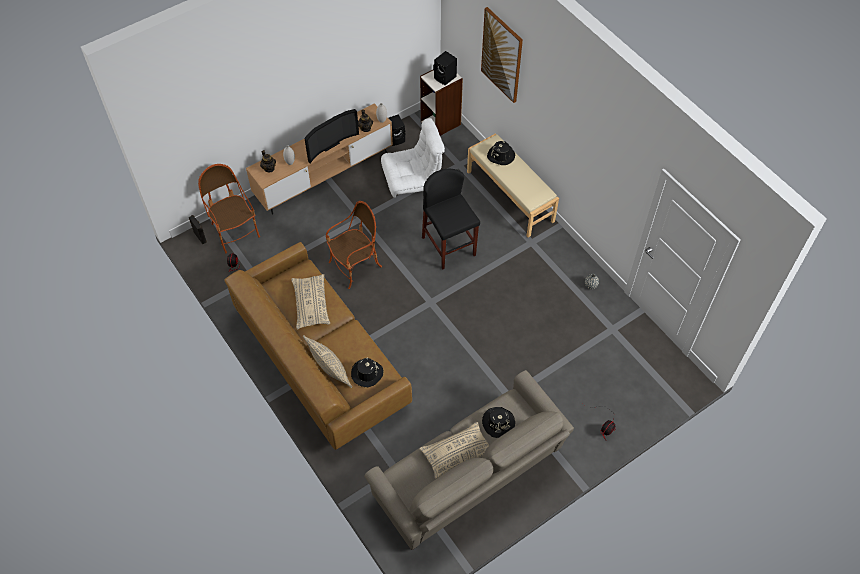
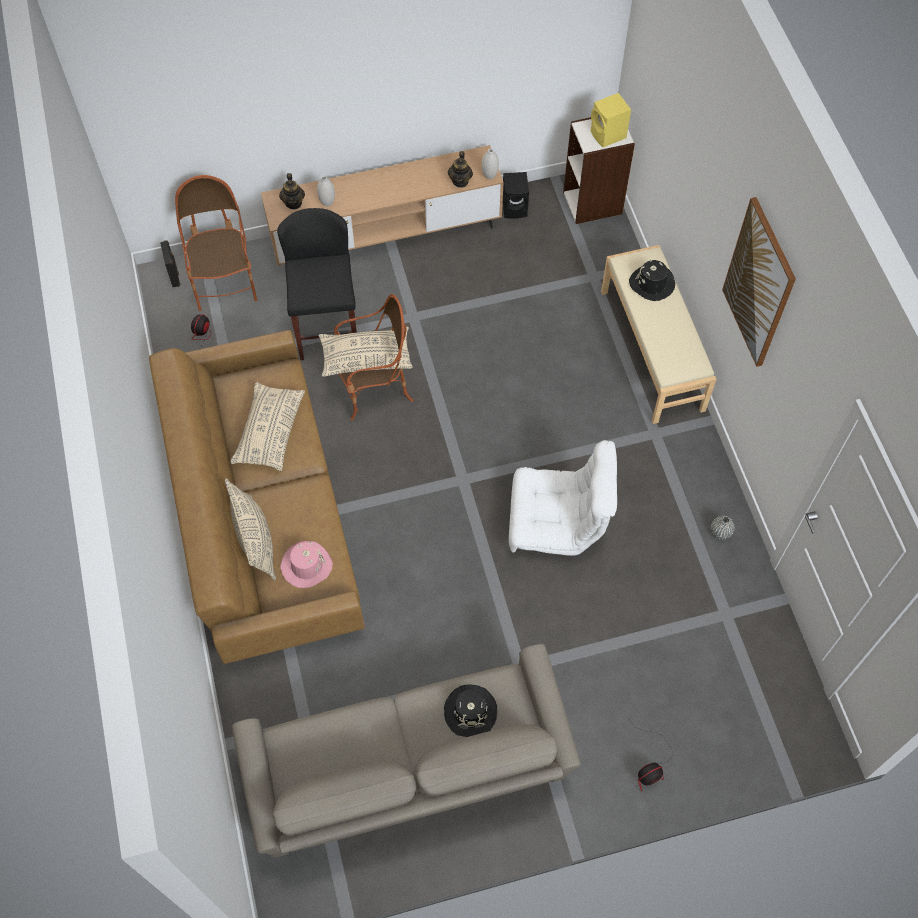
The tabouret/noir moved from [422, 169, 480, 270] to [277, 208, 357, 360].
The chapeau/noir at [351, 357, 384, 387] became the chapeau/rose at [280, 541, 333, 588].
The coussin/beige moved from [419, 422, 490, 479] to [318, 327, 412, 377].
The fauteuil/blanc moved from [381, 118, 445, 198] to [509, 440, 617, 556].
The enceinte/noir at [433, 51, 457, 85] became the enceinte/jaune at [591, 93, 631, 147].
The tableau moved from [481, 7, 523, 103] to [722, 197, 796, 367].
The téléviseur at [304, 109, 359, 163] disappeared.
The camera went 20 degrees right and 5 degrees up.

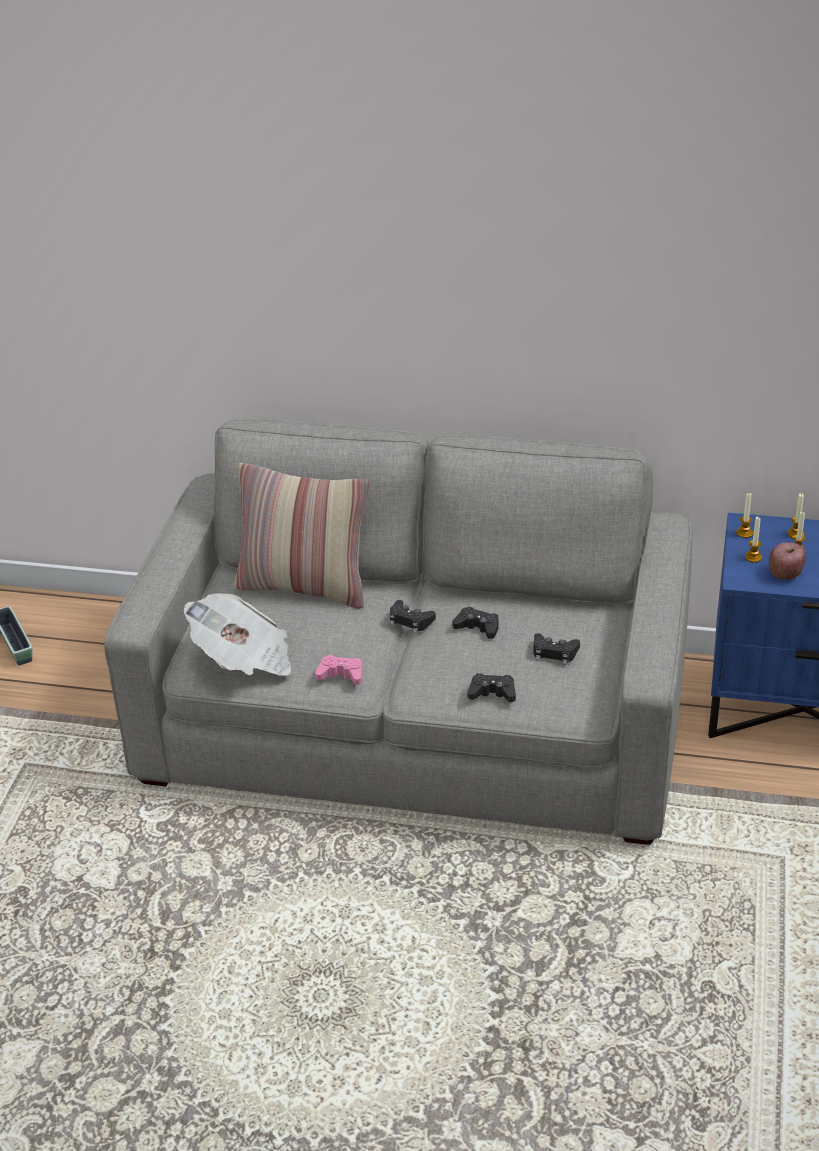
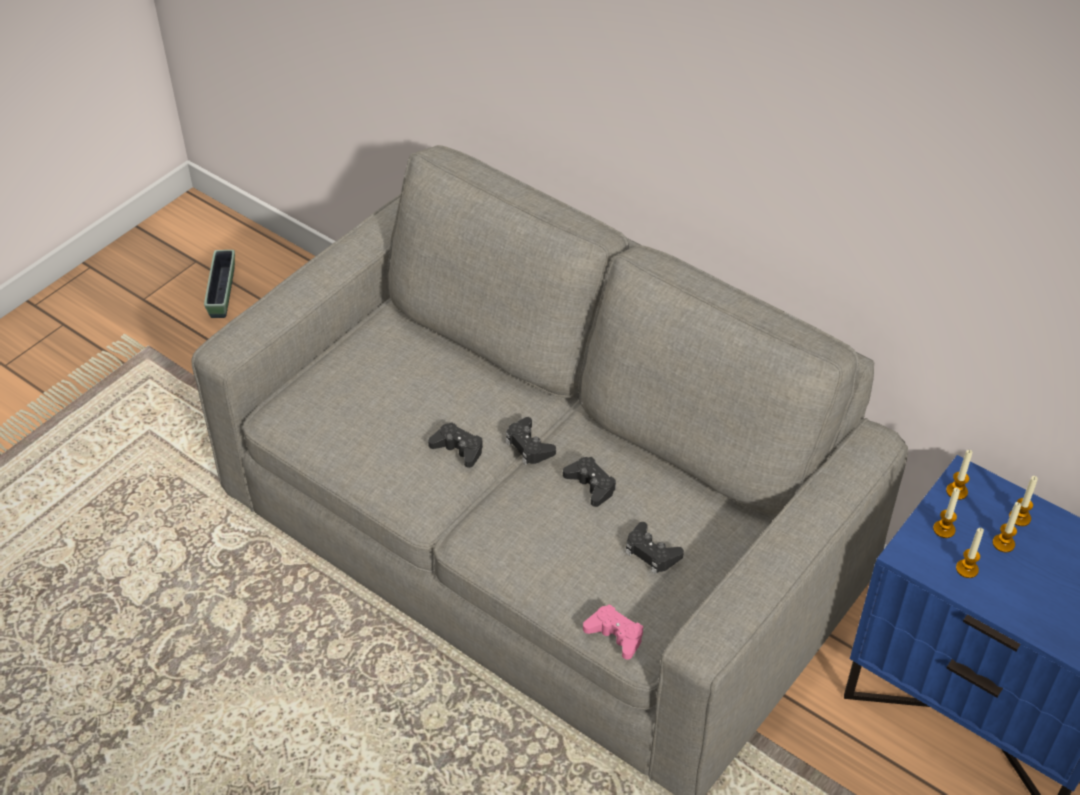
The manette/noir moved from [468, 673, 516, 702] to [428, 422, 483, 468].
The manette/rose moved from [315, 655, 363, 685] to [583, 604, 643, 660].
The pomme at [769, 542, 806, 580] was replaced by the bougie at [956, 528, 984, 578].
The journal at [184, 593, 291, 676] disappeared.
The coussin at [234, 463, 370, 608] disappeared.
The camera went 25 degrees right and 10 degrees up.

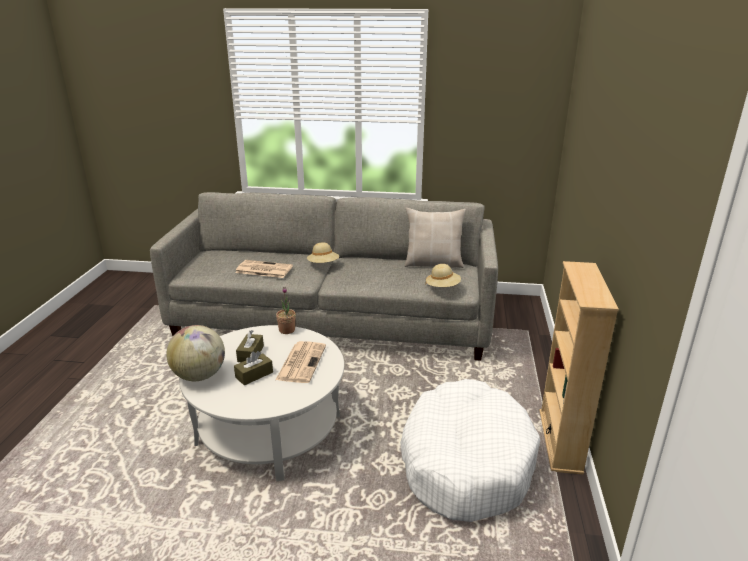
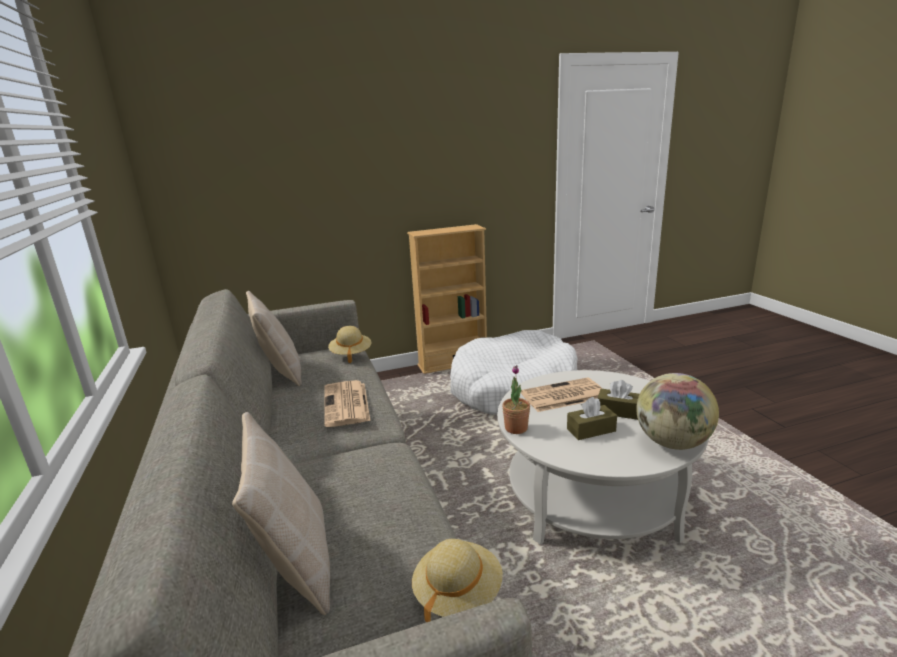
The coussin/beige at [232, 412, 330, 615] appeared.
The journal moved from [235, 260, 293, 278] to [324, 380, 370, 427].
The chapeau/beige moved from [307, 242, 339, 263] to [412, 539, 503, 622].
The camera went 115 degrees left and 5 degrees down.

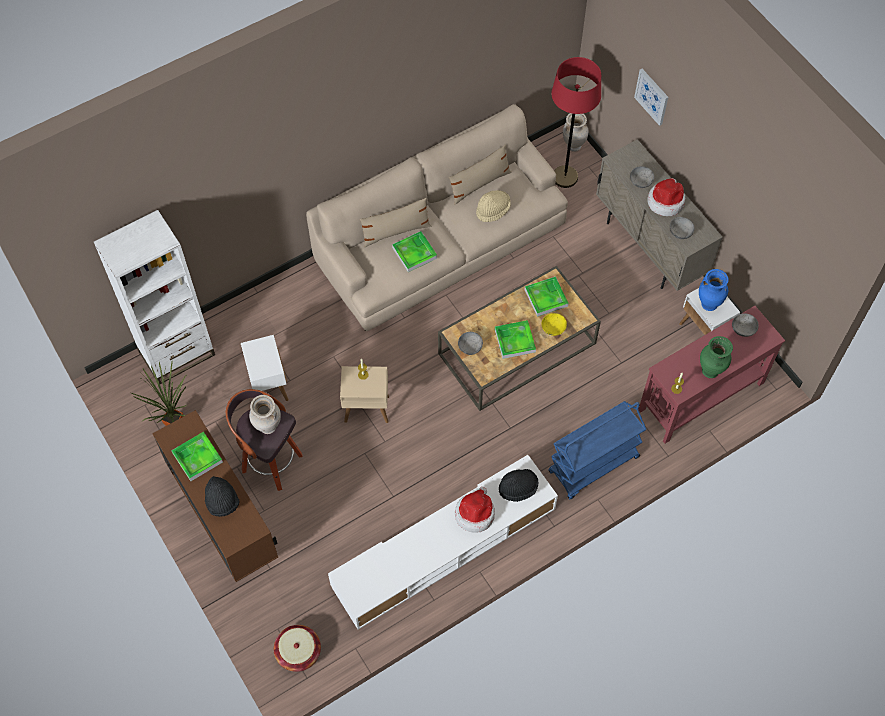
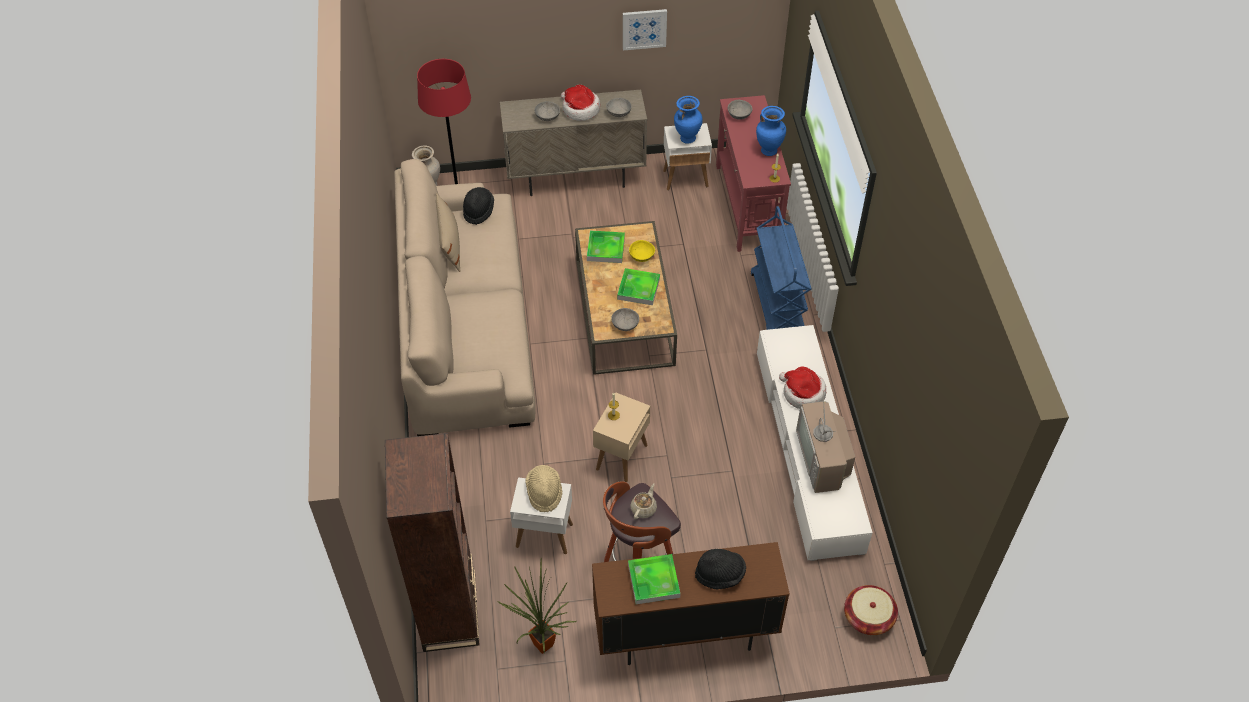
The bibliothèque/blanc at [94, 210, 215, 384] became the bibliothèque/marron at [385, 433, 479, 652].
The chapeau/noir moved from [499, 469, 539, 502] to [463, 187, 494, 225].
The chapeau/beige moved from [476, 190, 511, 222] to [525, 465, 563, 512].
The tableau moved from [634, 69, 668, 126] to [623, 9, 667, 50].
The vase/beige at [249, 395, 281, 434] was replaced by the théière/beige at [630, 484, 657, 519].
The vase/vert at [700, 336, 733, 378] became the vase/bleu at [756, 106, 786, 156].
The téléviseur at [796, 393, 855, 493] appeared.
The coussin/beige at [360, 198, 431, 247] disappeared.
The plateau at [392, 231, 437, 272] disappeared.
The camera went 65 degrees left and 10 degrees down.

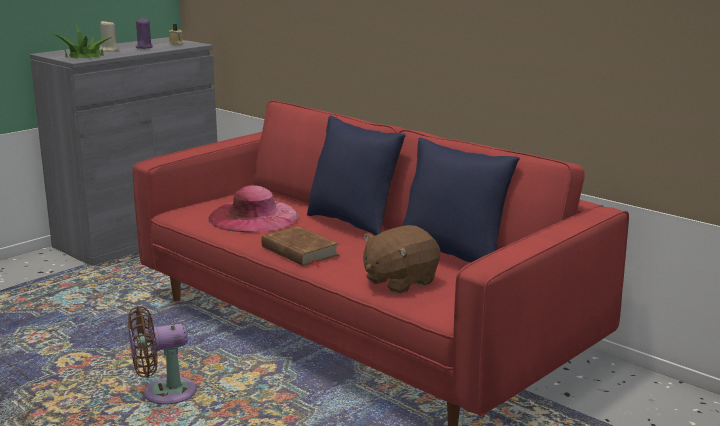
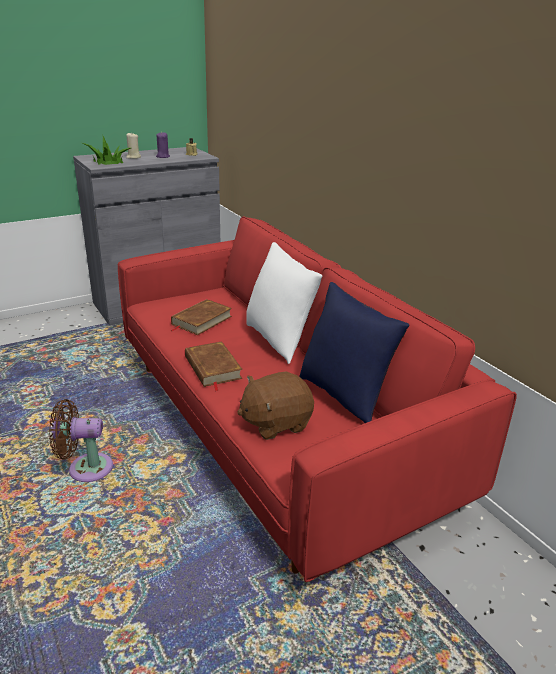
The chapeau/rose at [209, 185, 298, 232] was replaced by the livre/marron at [170, 299, 232, 335].
The coussin/bleu at [307, 116, 406, 236] became the coussin/blanc at [246, 242, 322, 364].
The camera went 15 degrees right and 10 degrees up.

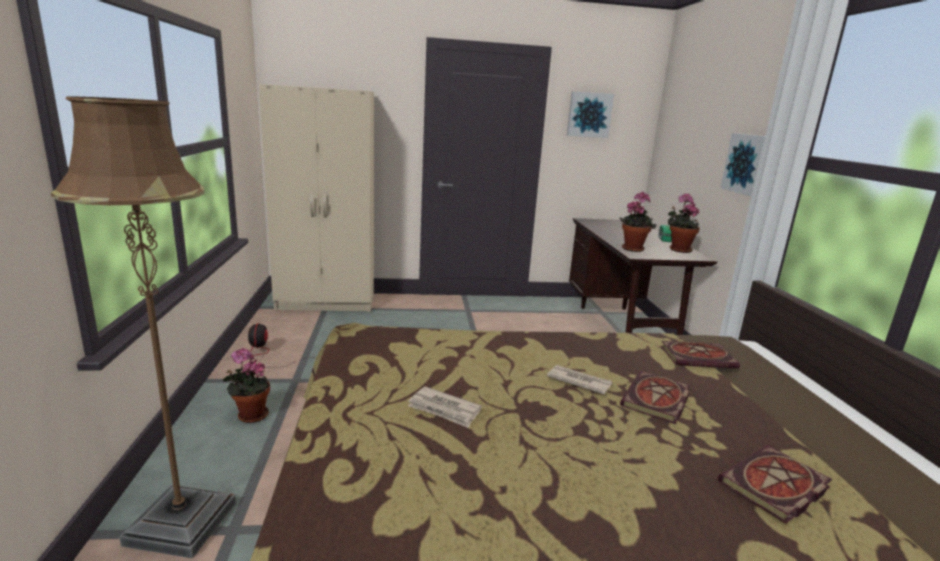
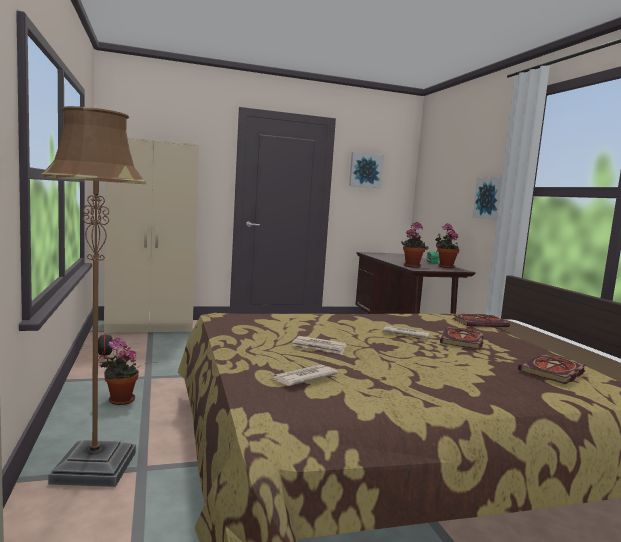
The journal at [271, 364, 338, 386] appeared.
The camera went 10 degrees left and 10 degrees down.

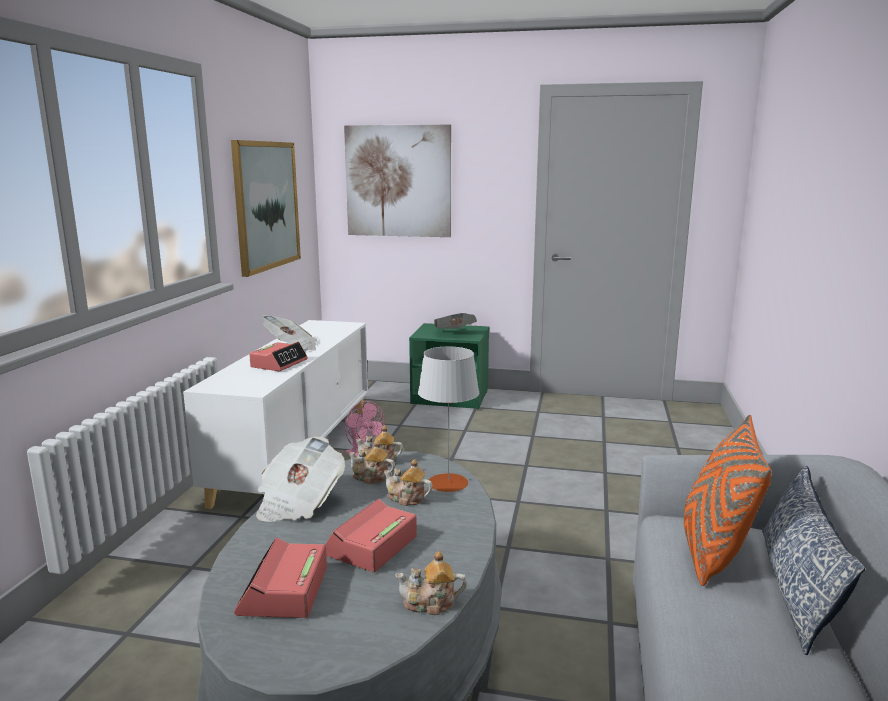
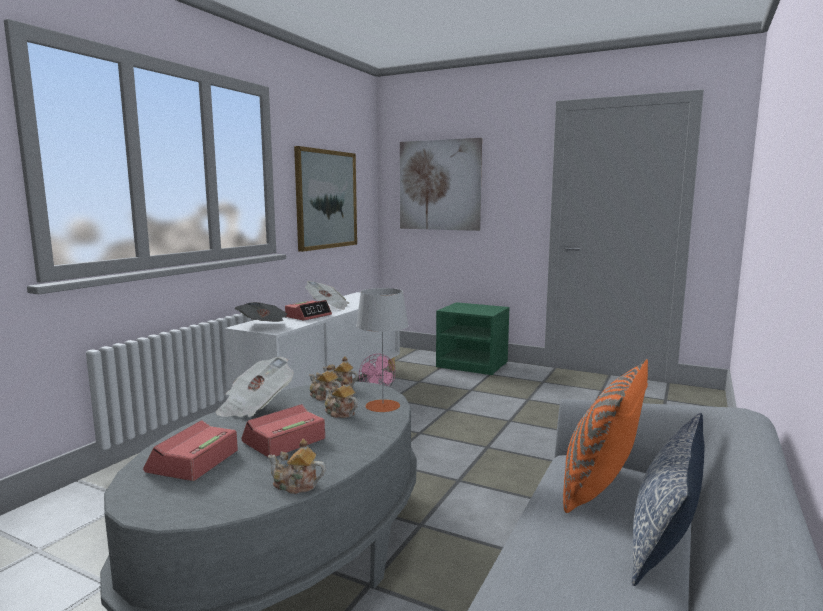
The journal moved from [434, 313, 477, 329] to [235, 302, 288, 322].
The camera went 15 degrees right and 5 degrees down.

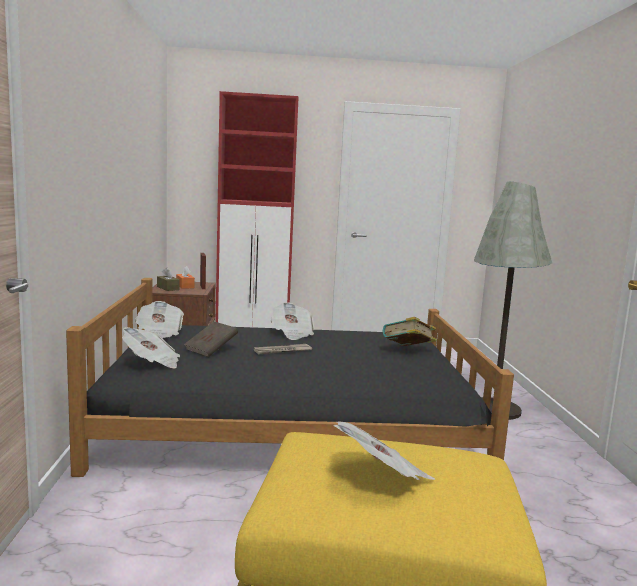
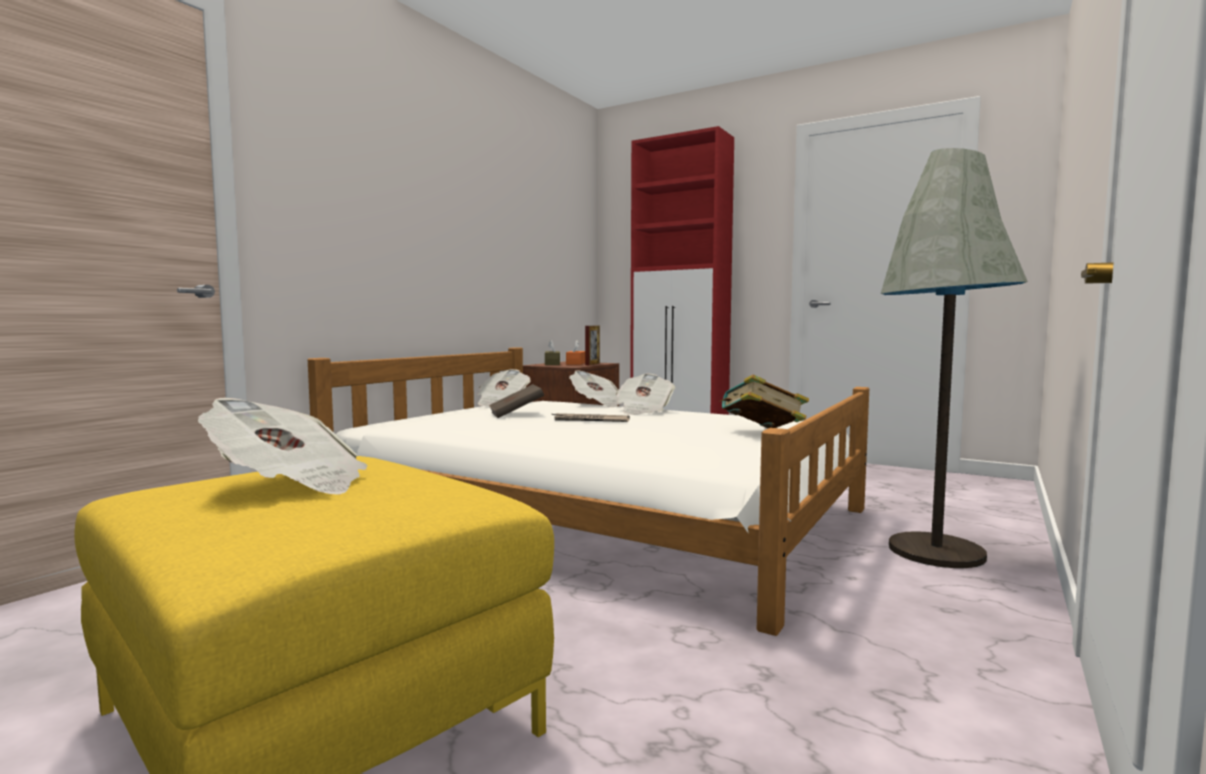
The lit/noir at [66, 278, 514, 477] became the lit/blanc at [308, 347, 869, 636].
The journal moved from [122, 327, 180, 368] to [569, 371, 622, 408].
The camera went 35 degrees right and 5 degrees down.

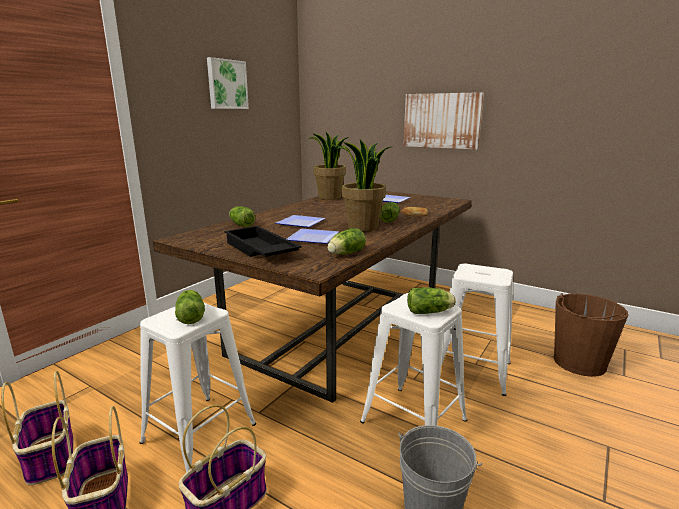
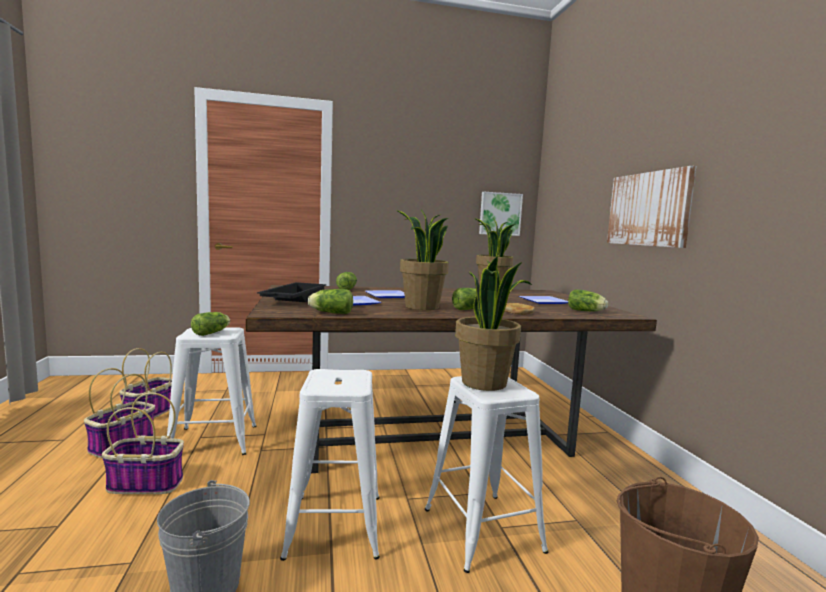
The plante en pot at [455, 256, 532, 391] appeared.
The tableau moved from [207, 57, 249, 109] to [479, 192, 523, 236].
The laitue moved from [407, 287, 456, 314] to [568, 289, 608, 311].
The camera went 45 degrees right and 10 degrees down.

